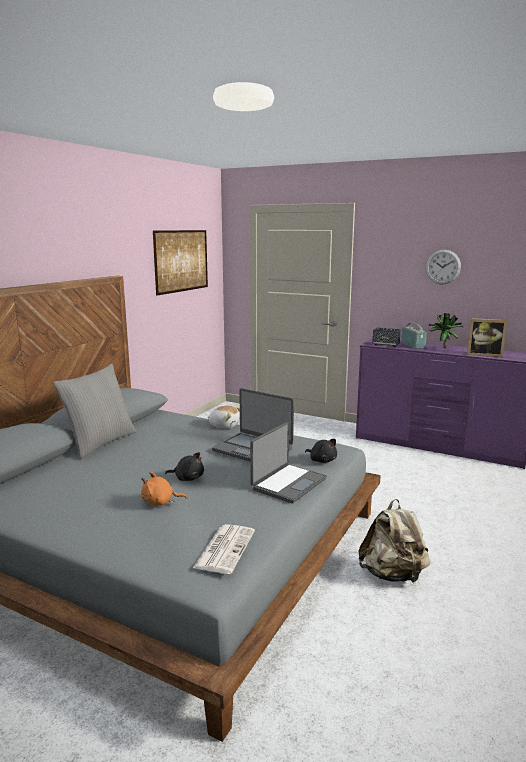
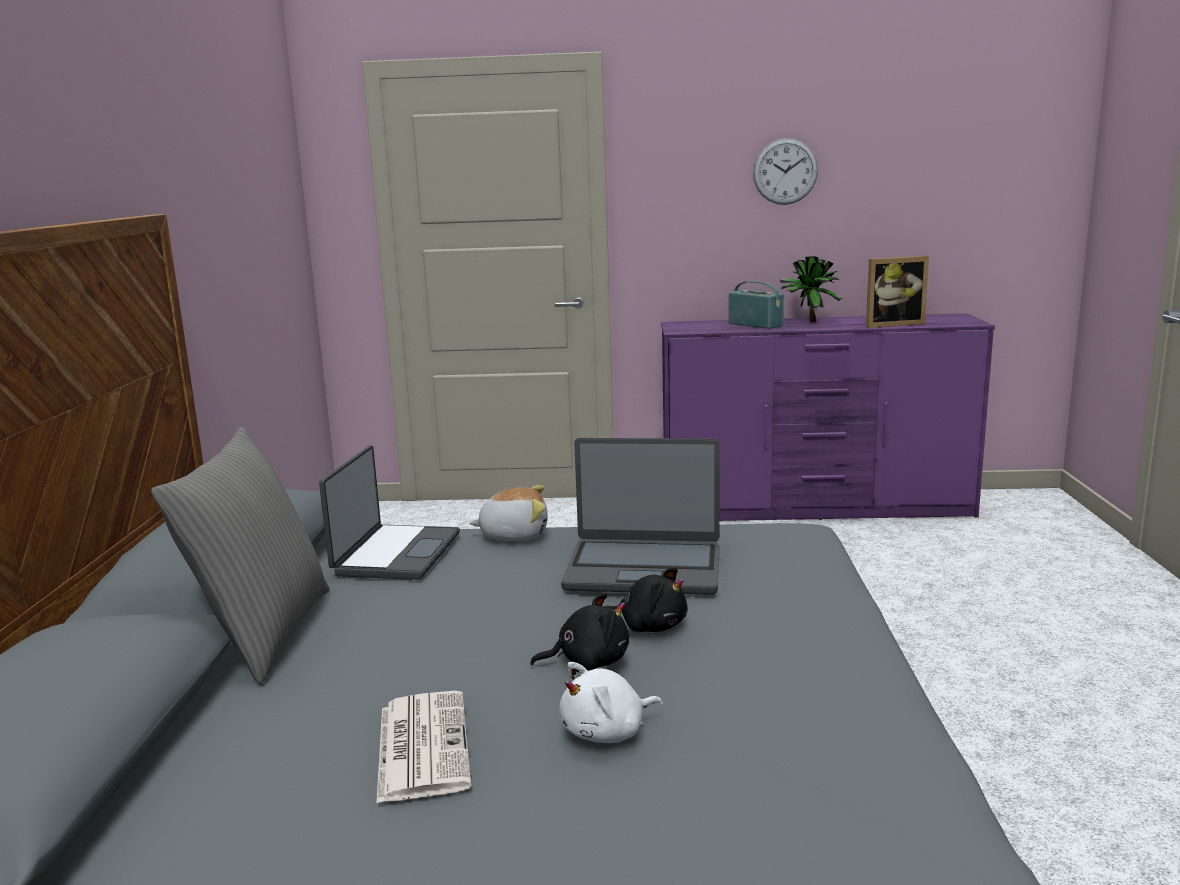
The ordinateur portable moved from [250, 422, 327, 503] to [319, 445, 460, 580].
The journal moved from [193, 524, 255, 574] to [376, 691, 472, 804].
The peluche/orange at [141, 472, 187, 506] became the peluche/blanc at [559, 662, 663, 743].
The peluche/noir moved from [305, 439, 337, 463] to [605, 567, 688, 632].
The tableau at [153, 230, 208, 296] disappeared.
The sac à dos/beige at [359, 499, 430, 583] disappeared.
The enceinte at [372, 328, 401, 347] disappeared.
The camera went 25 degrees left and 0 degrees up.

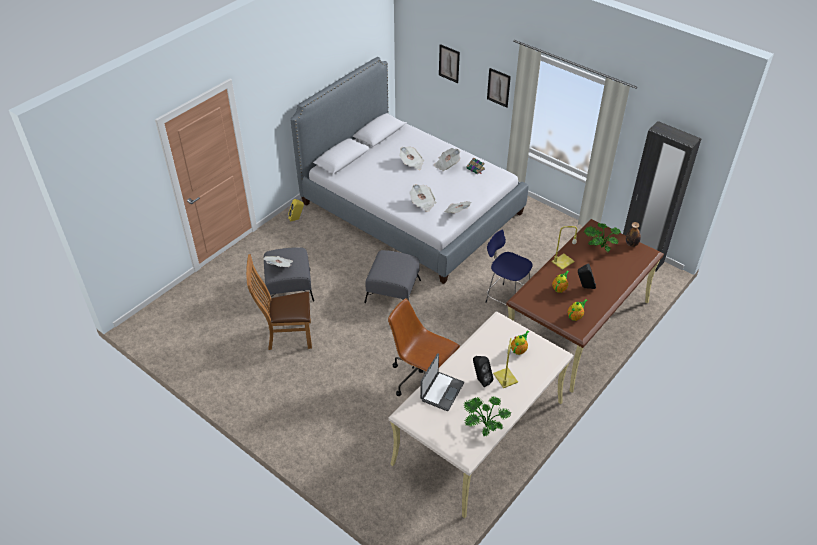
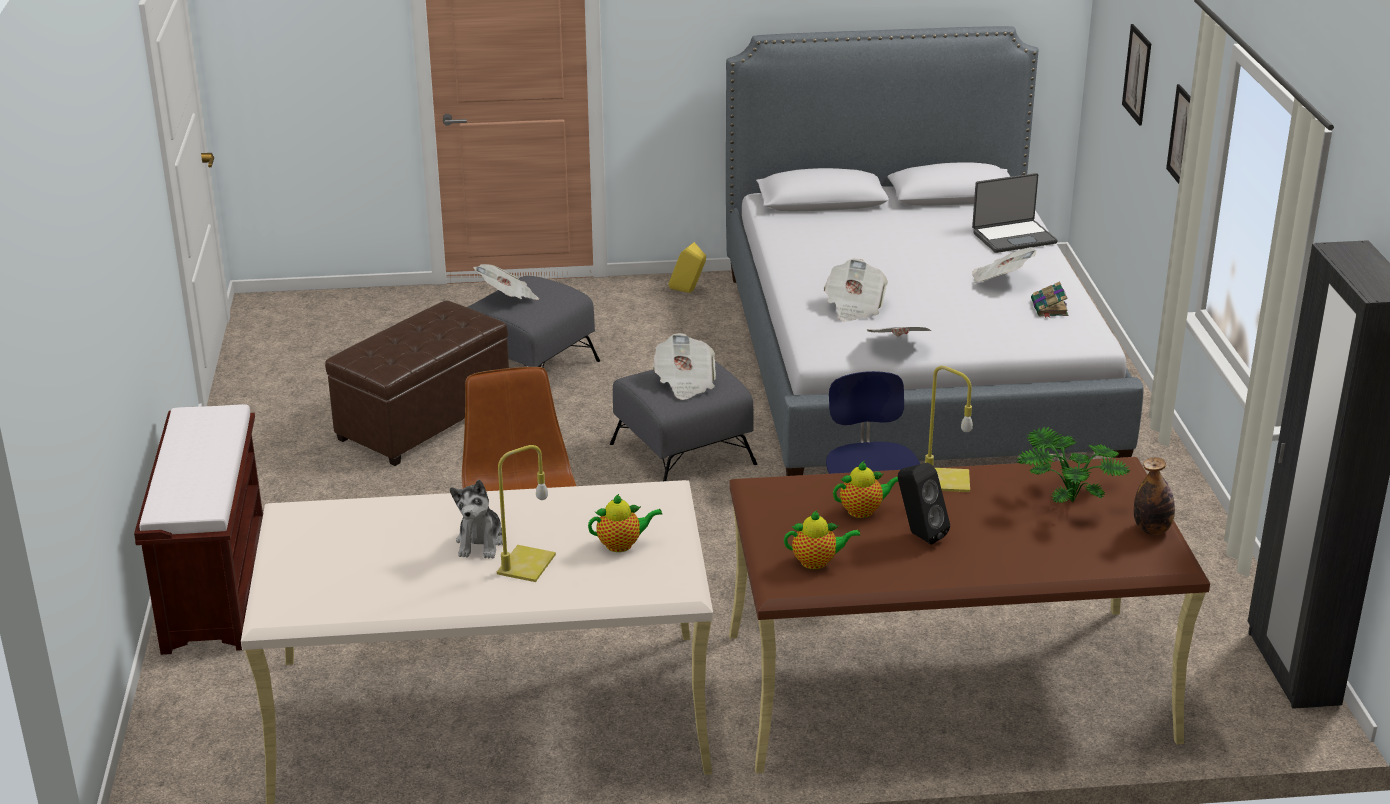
The banc/marron at [134, 404, 263, 655] appeared.
The chaise/marron at [246, 254, 312, 350] was replaced by the pouf/marron at [325, 301, 509, 466].
The enceinte/noir at [473, 356, 494, 387] was replaced by the peluche at [450, 480, 503, 559].
The journal moved from [399, 146, 424, 170] to [652, 333, 716, 400].
The ordinateur portable moved from [420, 353, 464, 411] to [972, 173, 1058, 253].
The plante en pot at [464, 396, 511, 437] disappeared.
The camera went 45 degrees right and 15 degrees down.

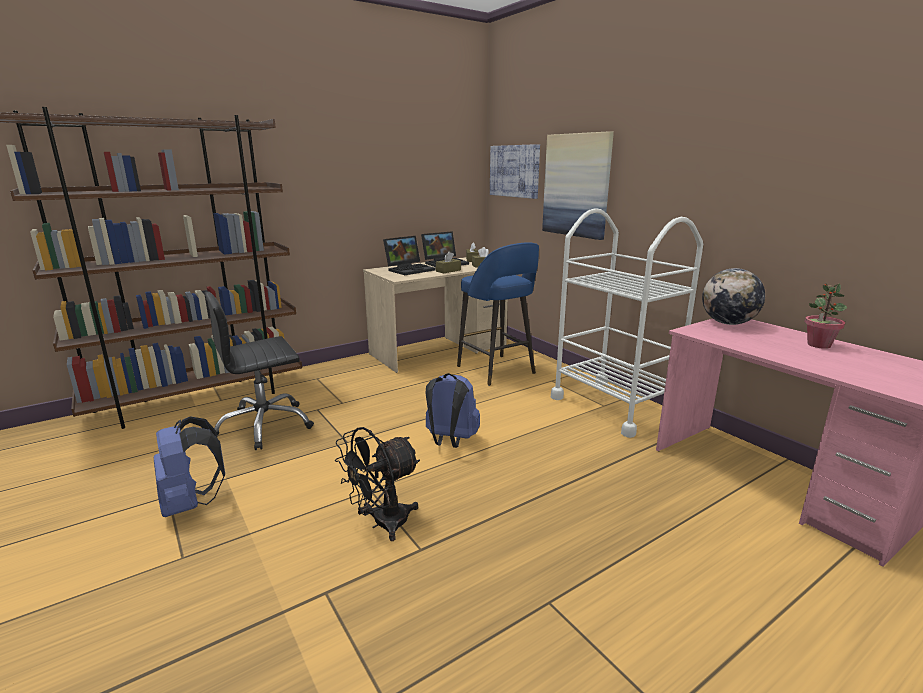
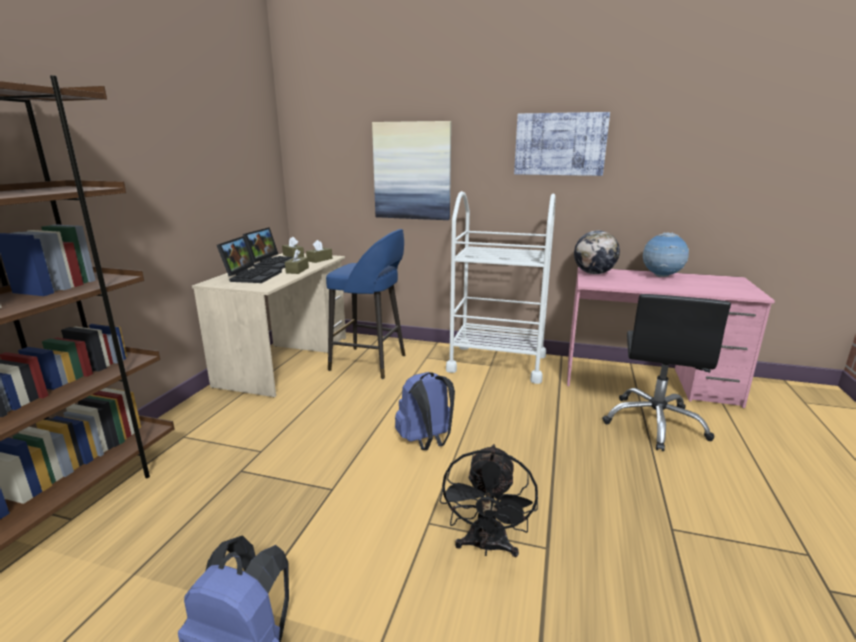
The tableau moved from [490, 144, 540, 199] to [514, 112, 610, 176].
The chaise de bureau/noir moved from [204, 291, 314, 450] to [602, 294, 731, 451].
The plante en pot at [805, 283, 847, 349] was replaced by the globe at [643, 232, 689, 277].
The camera went 40 degrees left and 0 degrees up.

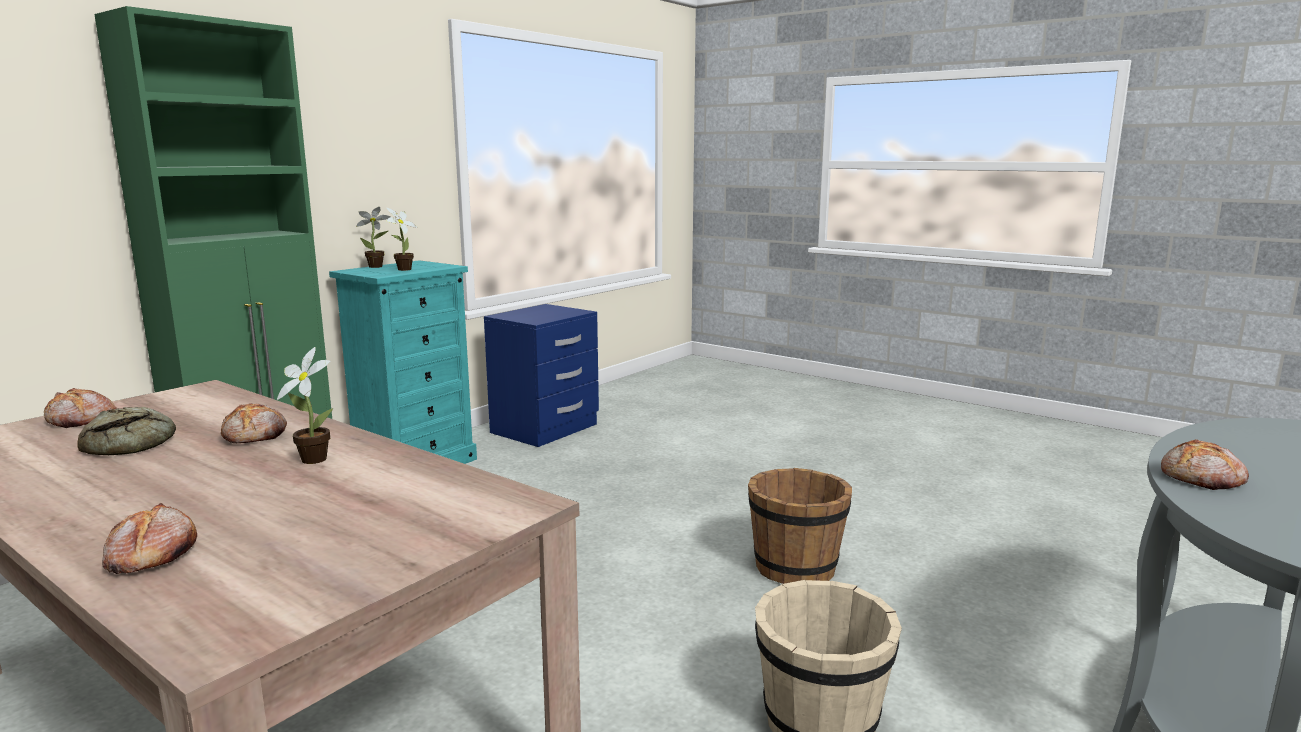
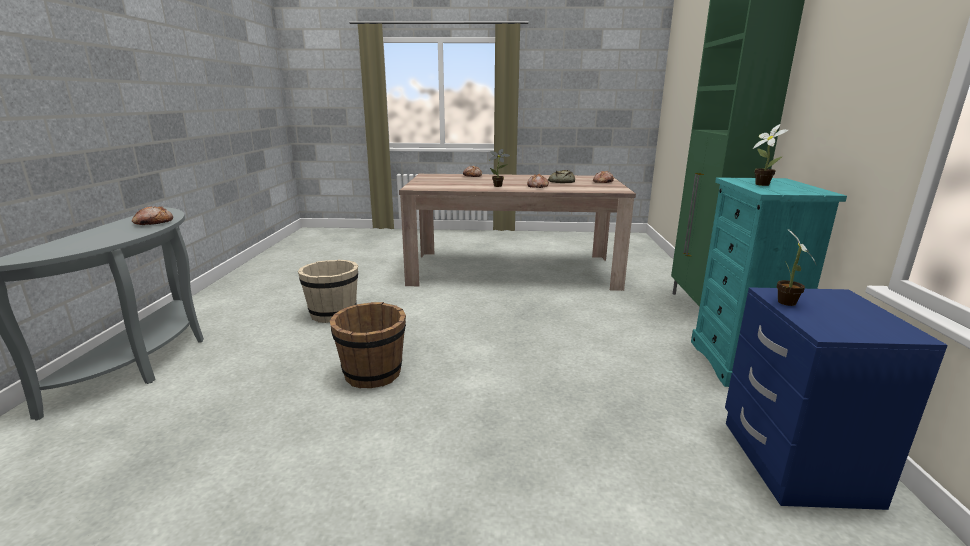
The plante en pot moved from [356, 207, 390, 268] to [777, 229, 817, 306].
The camera went 145 degrees right and 5 degrees up.

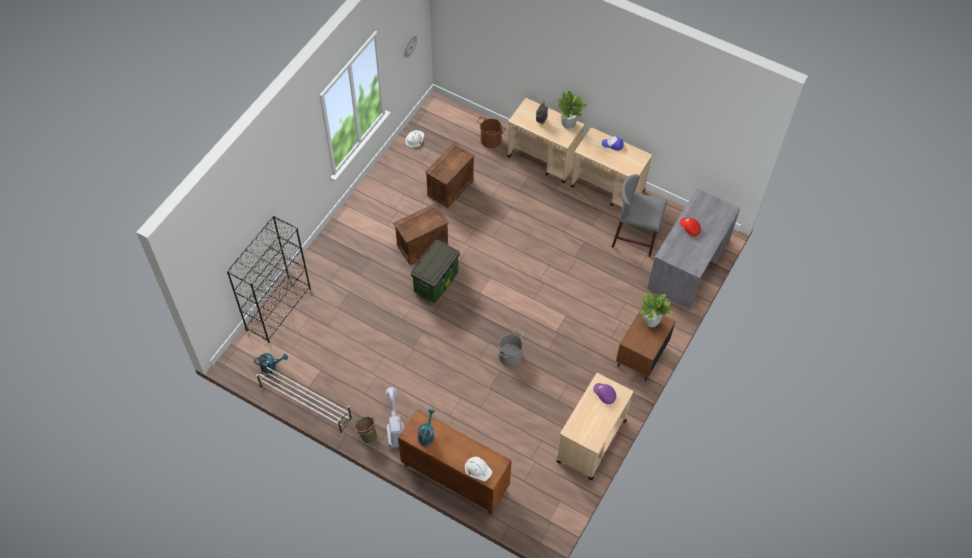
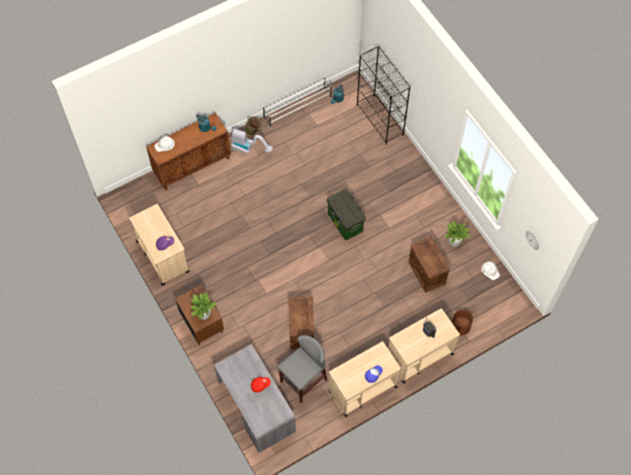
The caisse moved from [393, 203, 449, 265] to [289, 297, 314, 349].
The plante en pot moved from [558, 91, 587, 129] to [445, 221, 470, 247].
The seau/gris at [498, 329, 523, 366] disappeared.
The camera went 120 degrees right and 5 degrees up.

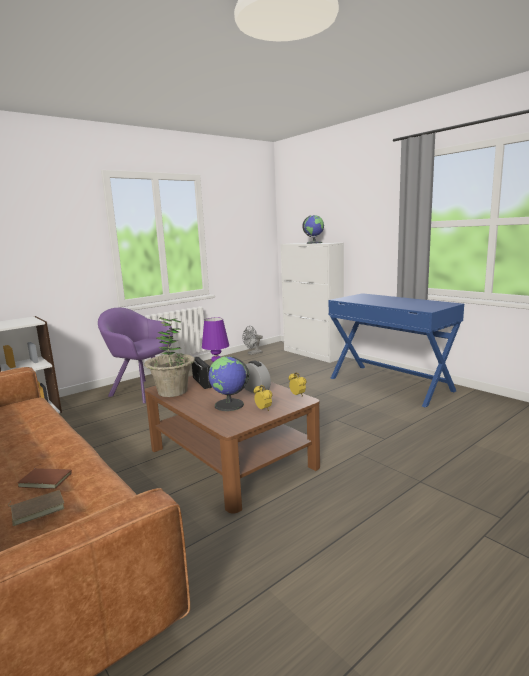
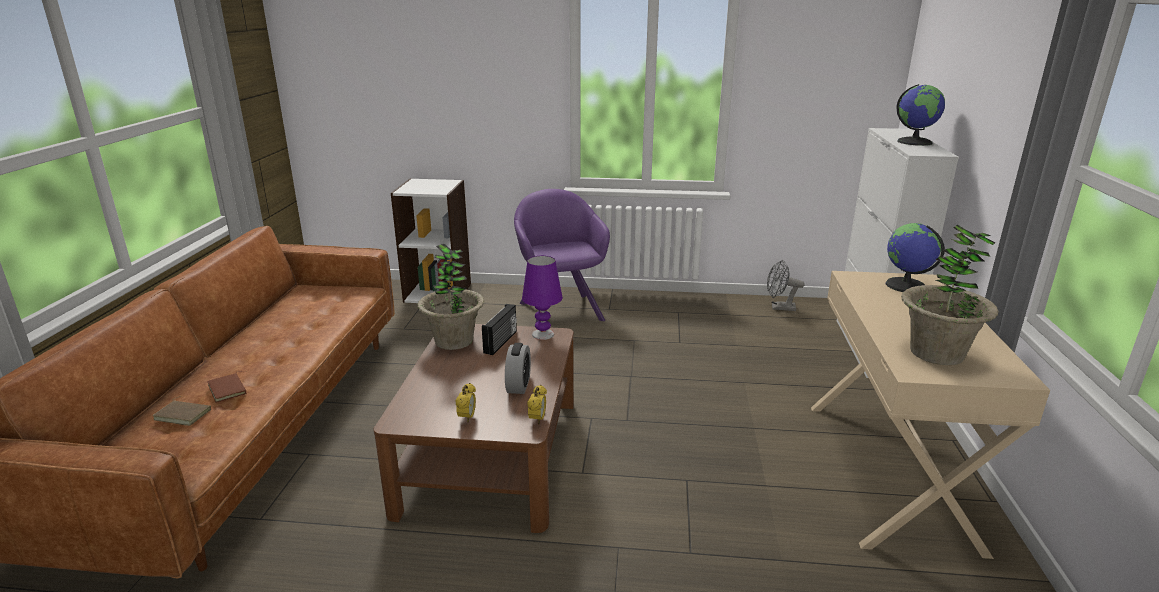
The bureau/bleu at [328, 293, 464, 408] became the bureau/beige at [811, 271, 1050, 559].
The globe moved from [209, 356, 249, 411] to [886, 223, 945, 292].
The plante en pot at [901, 225, 999, 365] appeared.
The camera went 45 degrees right and 10 degrees up.

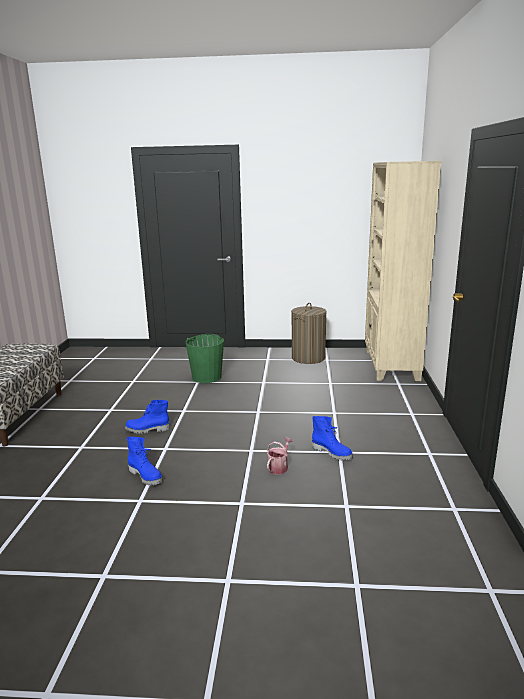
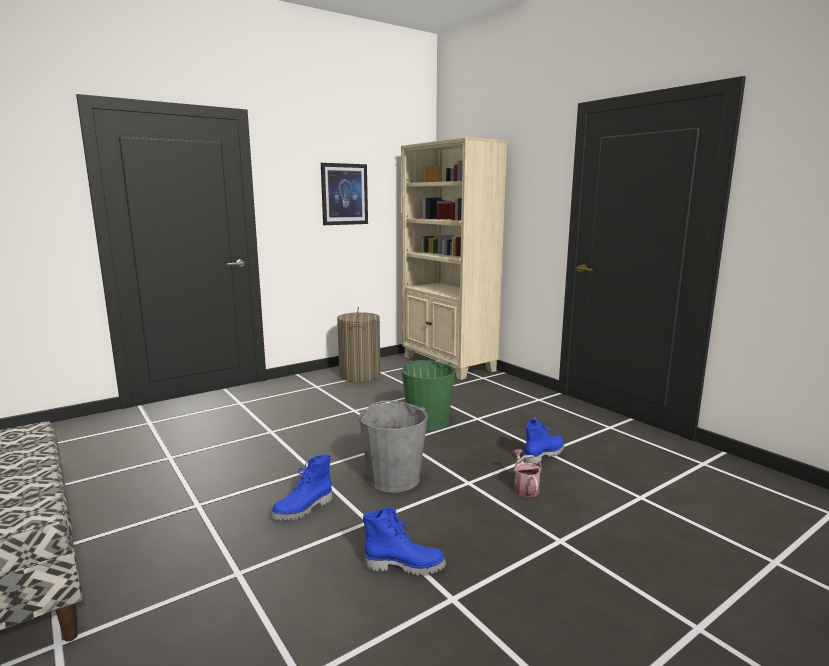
The tableau at [321, 163, 368, 225] appeared.
The seau/gris at [359, 400, 428, 493] appeared.
The seau/vert moved from [185, 334, 224, 383] to [401, 360, 456, 430].
The botte/bleu at [312, 416, 353, 461] turned 45 degrees counterclockwise.
The camera went 40 degrees left and 5 degrees down.

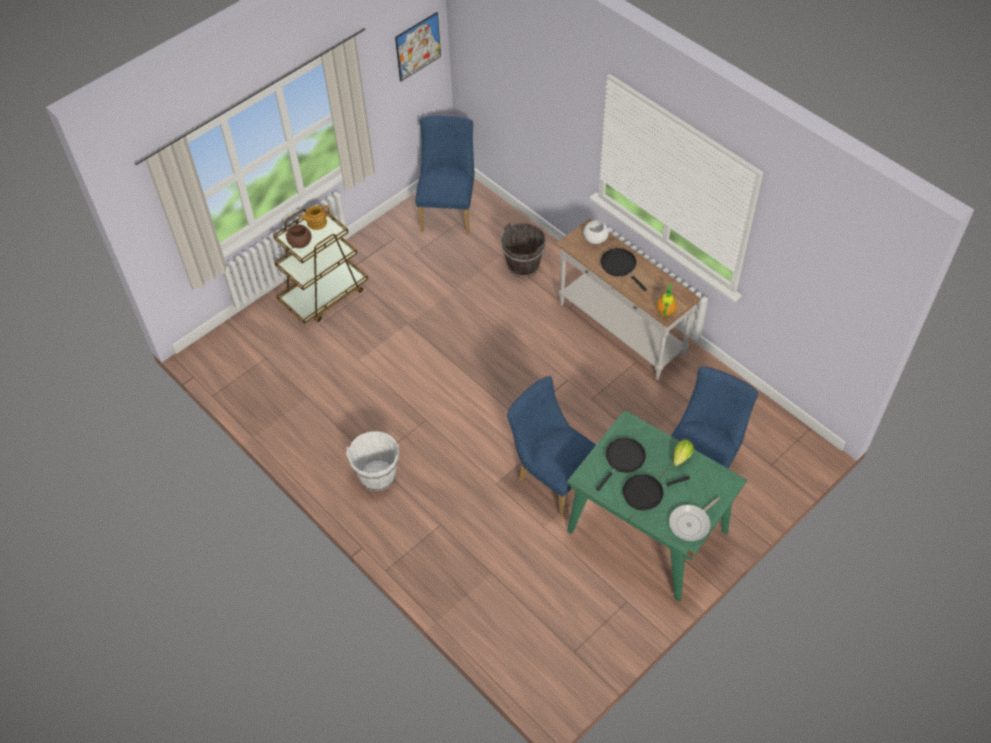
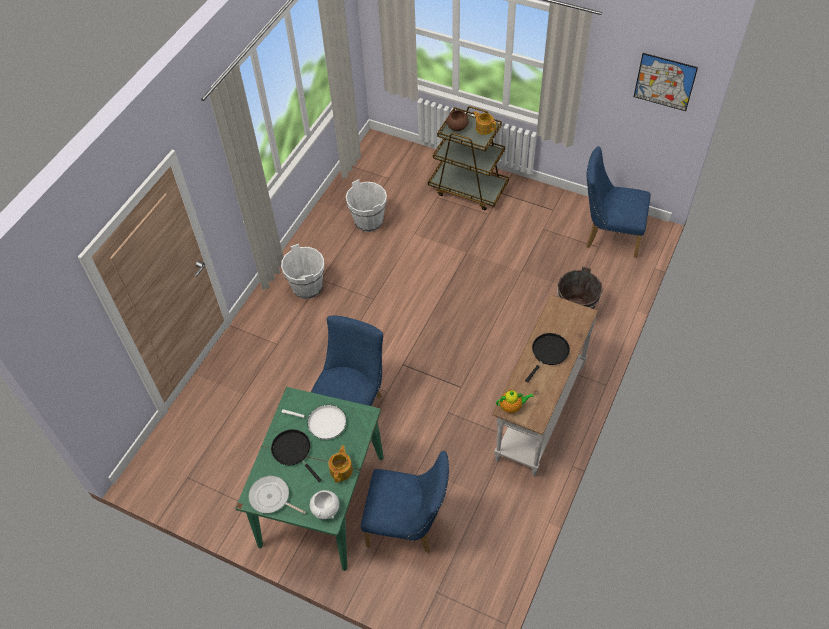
The poêle/noir at [596, 438, 646, 491] became the poêle/blanc at [282, 405, 346, 440].
The bol/blanc moved from [584, 220, 609, 244] to [310, 490, 339, 519].
The laitue at [673, 439, 694, 466] was replaced by the théière at [328, 445, 353, 483].
The seau/blanc at [346, 179, 387, 232] appeared.
The chaise/bleu at [415, 116, 474, 234] turned 150 degrees counterclockwise.
The camera went 70 degrees right and 0 degrees up.

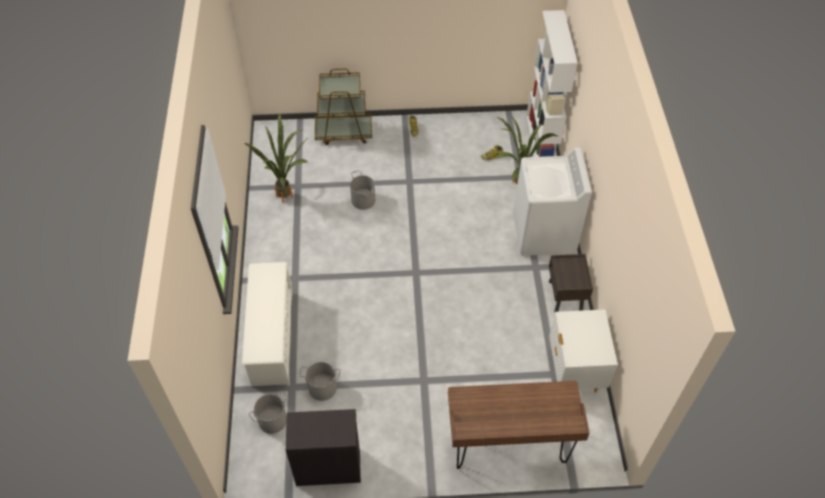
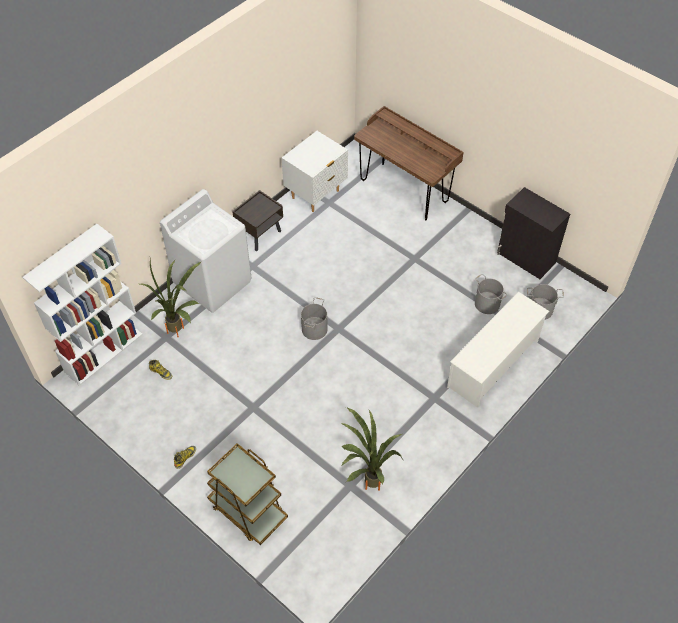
The seau/gris moved from [350, 170, 375, 210] to [301, 297, 328, 340].
The camera went 135 degrees left and 0 degrees up.

